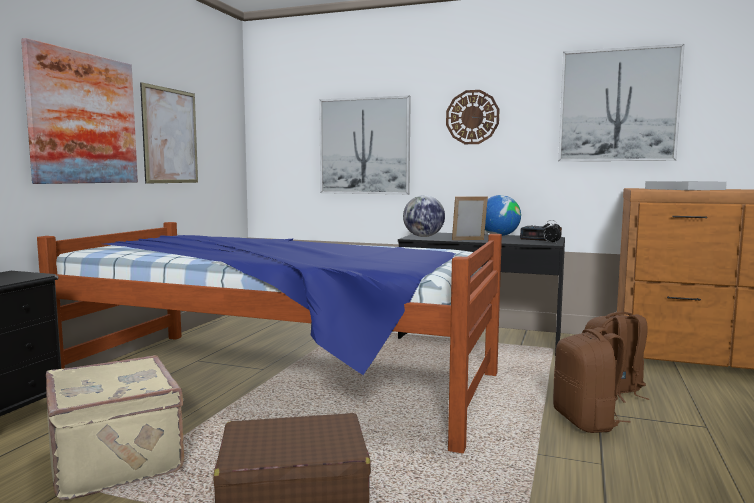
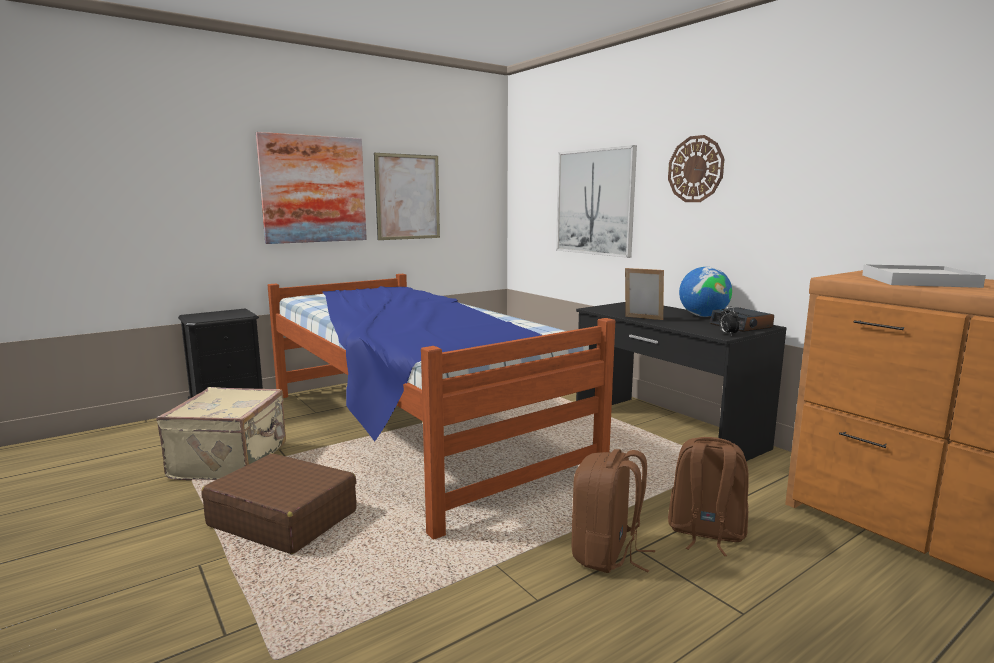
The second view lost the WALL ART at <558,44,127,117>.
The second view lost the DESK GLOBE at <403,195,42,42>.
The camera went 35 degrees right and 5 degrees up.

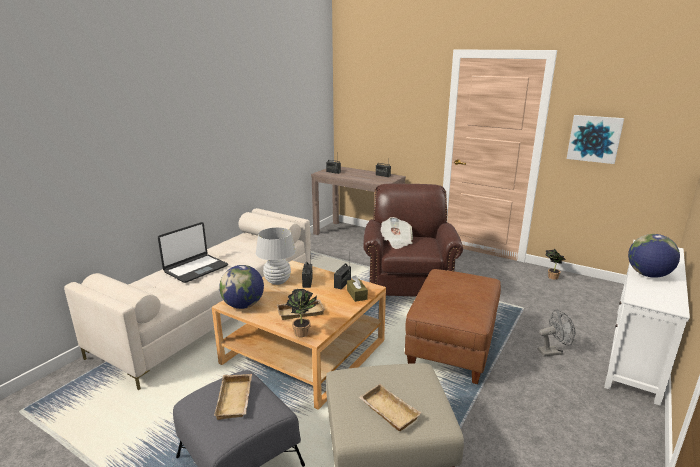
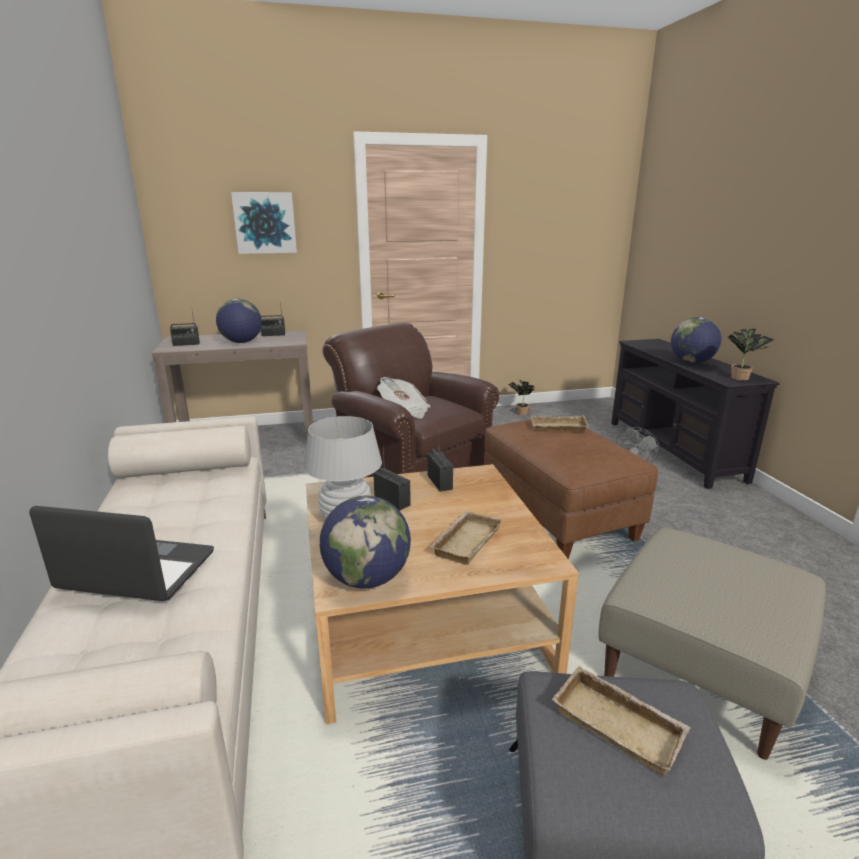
The WALL ART ended up elsewhere, having gone from <567,115,57,49> to <231,192,66,62>.
The PORTABLE COMPUTER at <158,222,70,61> ended up facing another way, 75 degrees counterclockwise from before.
What was the WHITE TV STAND at <604,240,86,166> turned into the BLACK-COLOURED TV STAND at <611,339,168,150>.
The second view lost the BROWN-COLOURED BOX OF TISSUES at <347,275,21,27>.
The POTTED PLANT ended up elsewhere, having gone from <286,289,33,48> to <728,329,46,52>.
The SAND-COLOURED SERVING TRAY ended up elsewhere, having gone from <359,384,62,47> to <531,415,58,17>.
The second view gained the DESK GLOBE at <216,299,46,44>.
The camera went 45 degrees left and 0 degrees up.

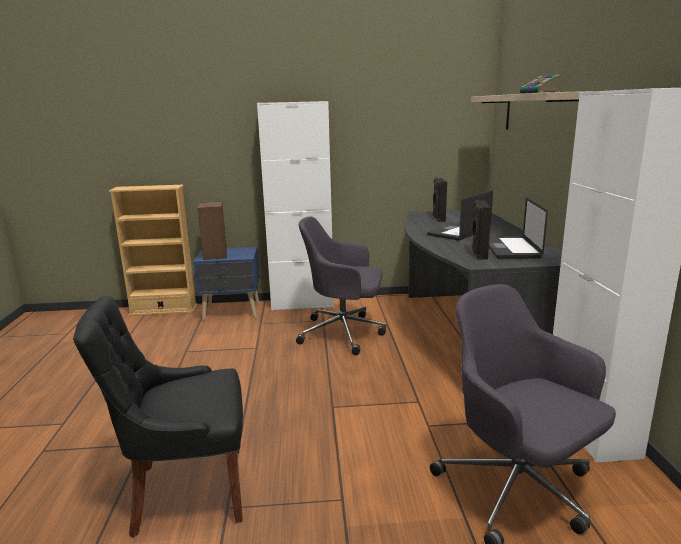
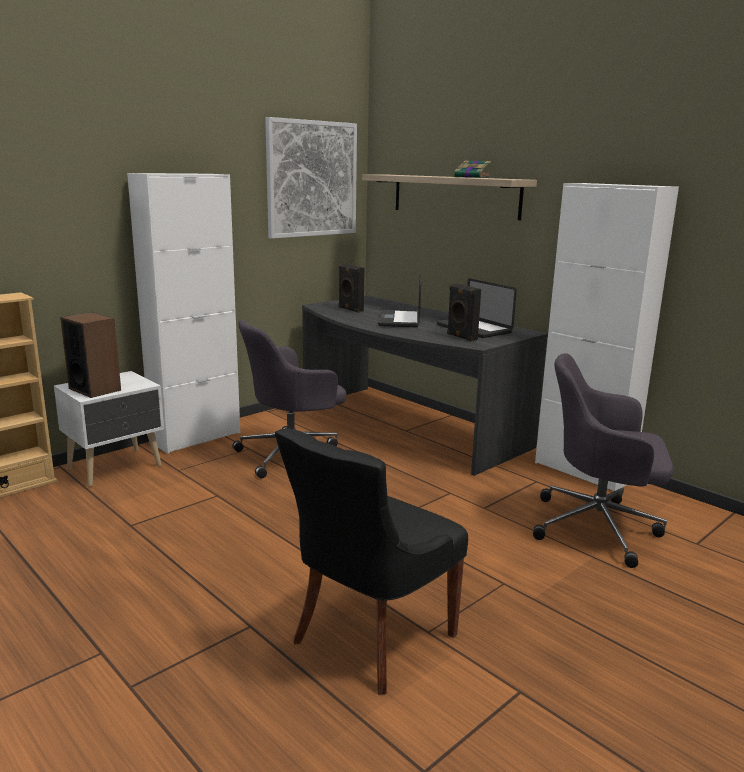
What was the BLUE-COLOURED NIGHTSTAND at <193,247,67,74> turned into the WHITE NIGHTSTAND at <54,371,110,116>.
The second view gained the WALL ART at <265,117,92,122>.
The camera went 40 degrees left and 0 degrees up.

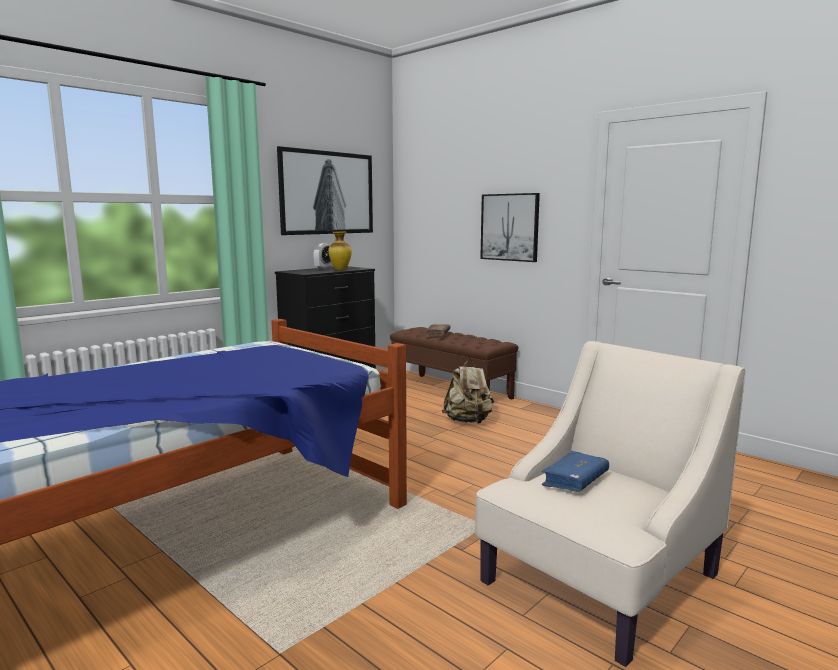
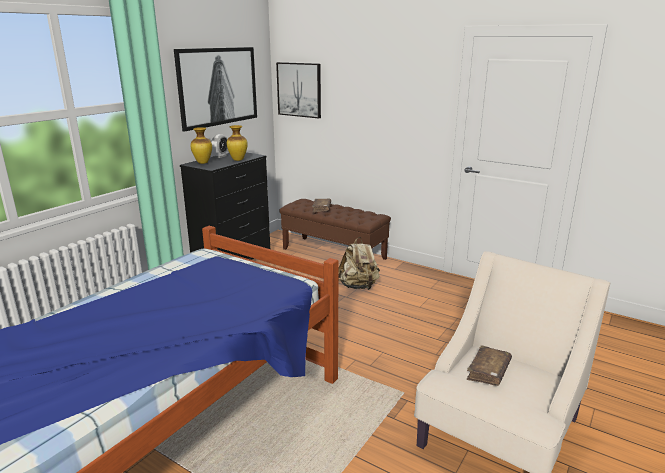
The WALL ART ended up elsewhere, having gone from <480,193,60,69> to <276,62,45,56>.
What was the BLUE-COLOURED BOOK at <541,451,68,41> turned into the BROWN-COLOURED BOOK at <467,345,45,41>.
The second view gained the FLOWER VASE at <190,127,22,37>.
The camera went 10 degrees left and 10 degrees up.

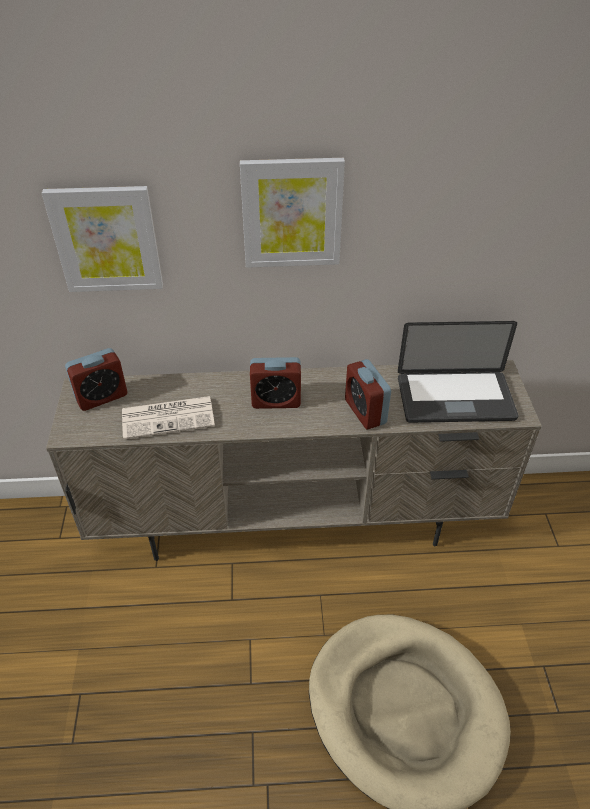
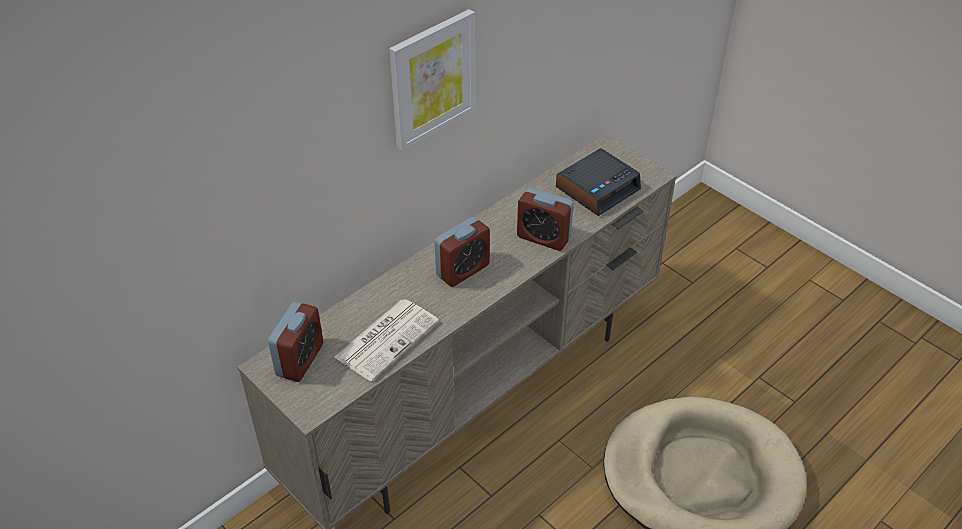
The second view lost the WALL ART at <42,186,121,106>.
Where the PORTABLE COMPUTER stood at <398,321,121,102>, the ALARM CLOCK came to stand at <556,148,85,68>.
The camera went 40 degrees left and 0 degrees up.

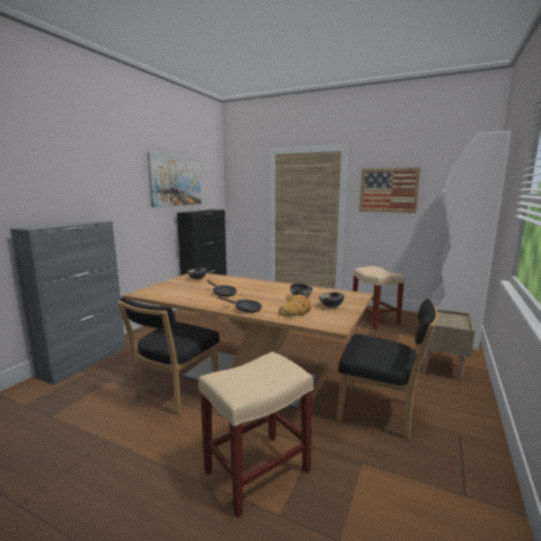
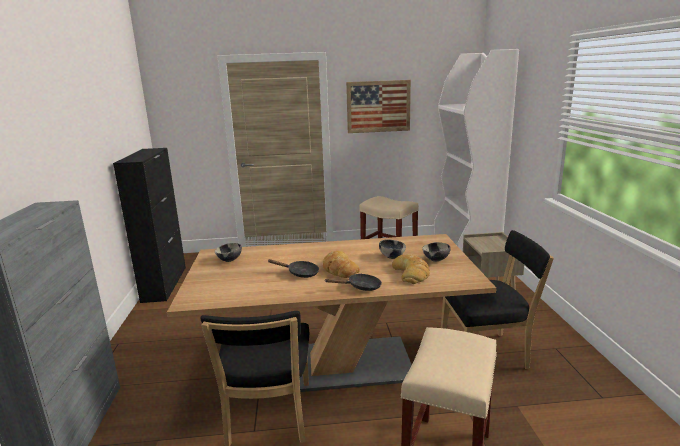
The second view lost the WALL ART at <147,152,54,55>.
The second view gained the BAKED BREAD at <323,251,37,27>.
The camera went 30 degrees left and 5 degrees up.

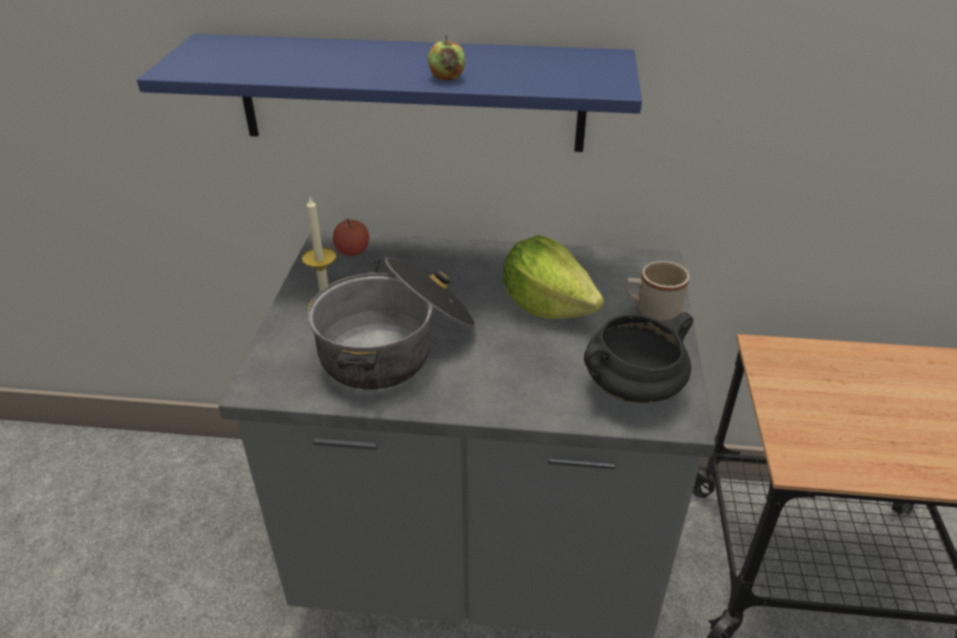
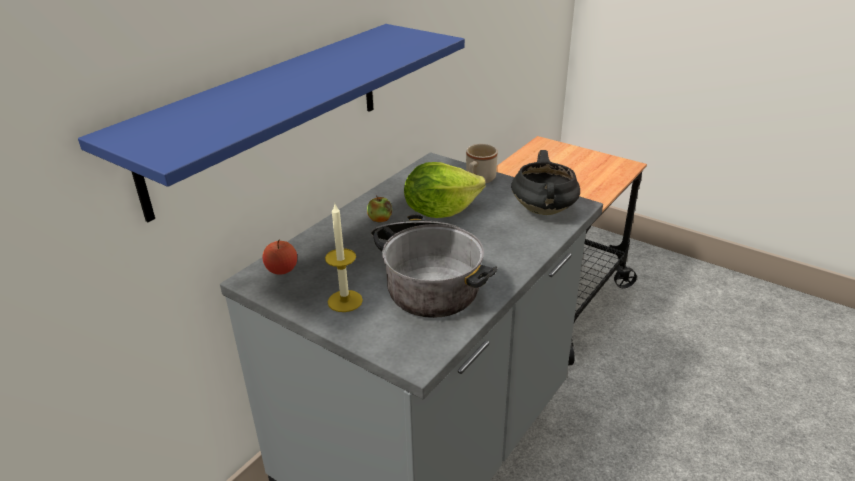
The WHOLE APPLE ended up elsewhere, having gone from <428,36,37,45> to <367,195,25,28>.
The camera went 60 degrees left and 5 degrees down.

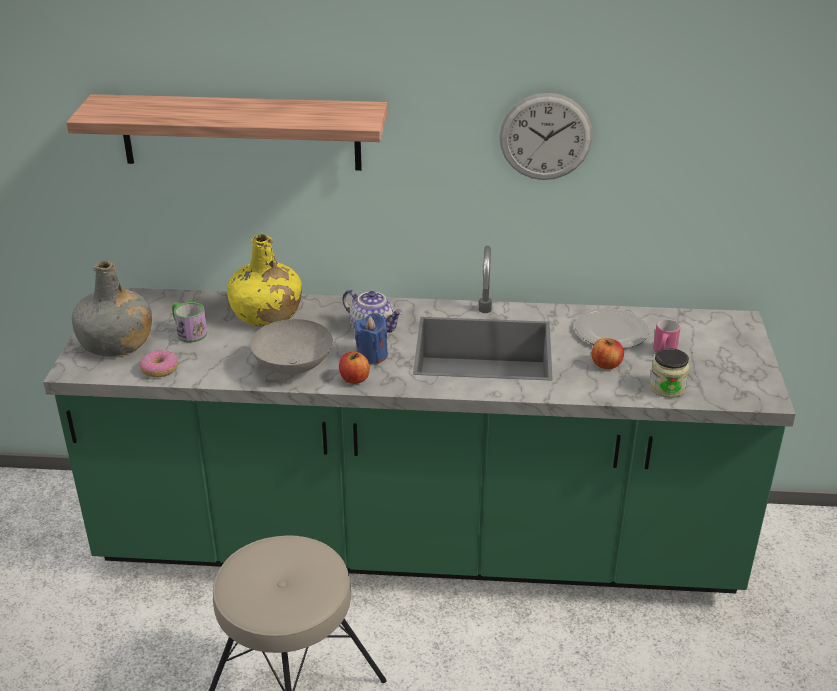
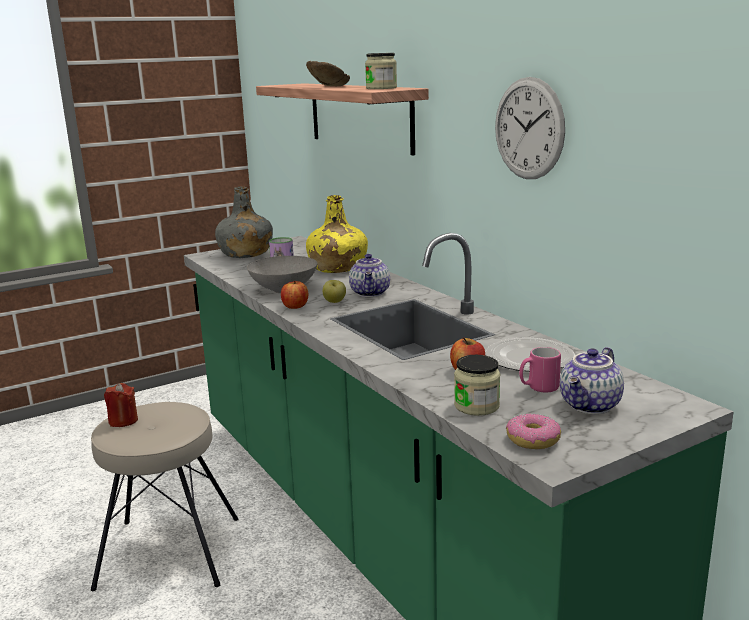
Where the BLUE-COLOURED WAX CANDLE stood at <355,313,33,51>, the WHOLE APPLE came to stand at <323,280,23,23>.
The DOUGHNUT ended up elsewhere, having gone from <140,350,38,27> to <506,413,55,36>.
The second view gained the STORAGE JAR at <365,53,32,36>.
The second view gained the BROWN-COLOURED DEEP DISH at <306,61,44,25>.
The second view gained the TEA POT at <560,347,64,67>.
The second view gained the RED-COLOURED WAX CANDLE at <104,383,34,44>.
The camera went 55 degrees right and 15 degrees down.

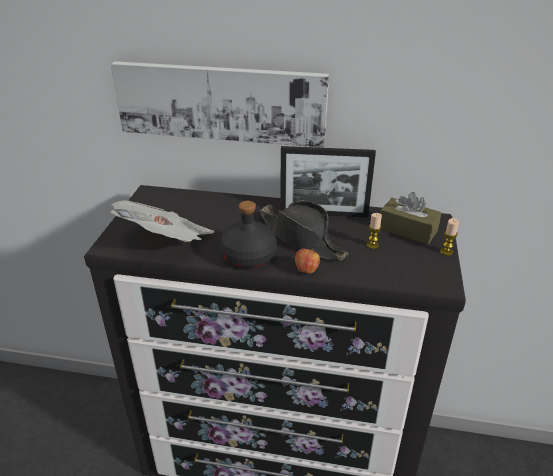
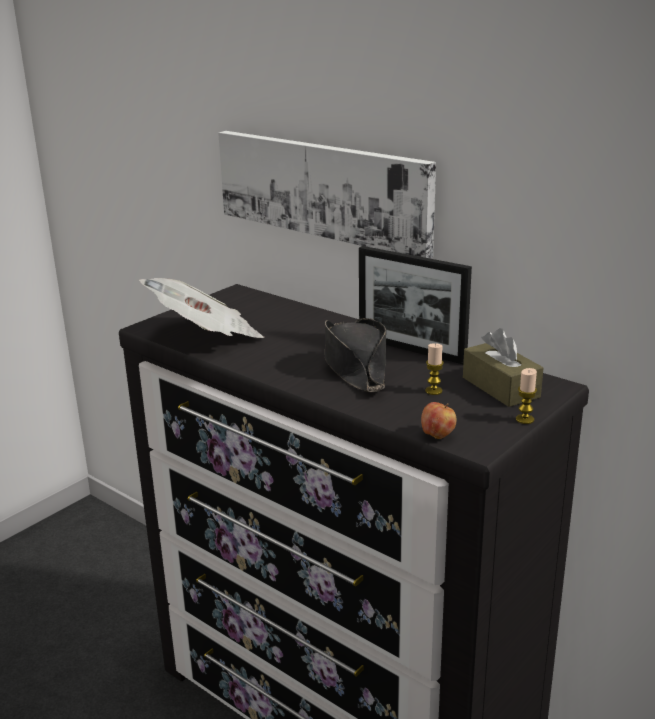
The second view lost the BLACK-COLOURED DRINK BOTTLE at <220,201,57,67>.
The WHOLE APPLE ended up elsewhere, having gone from <295,248,25,26> to <421,402,36,37>.
The camera went 30 degrees right and 10 degrees down.

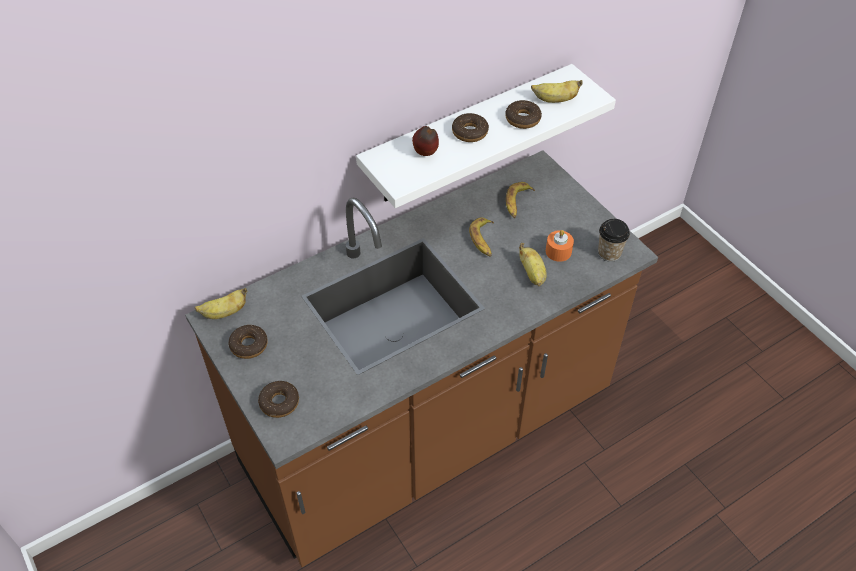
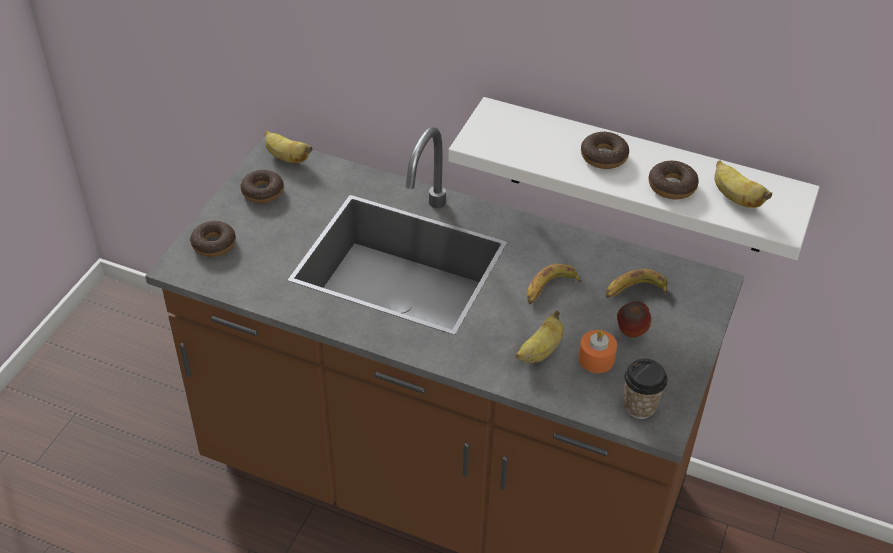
The WHOLE APPLE ended up elsewhere, having gone from <412,126,27,30> to <617,302,34,36>.
The camera went 55 degrees right and 5 degrees down.

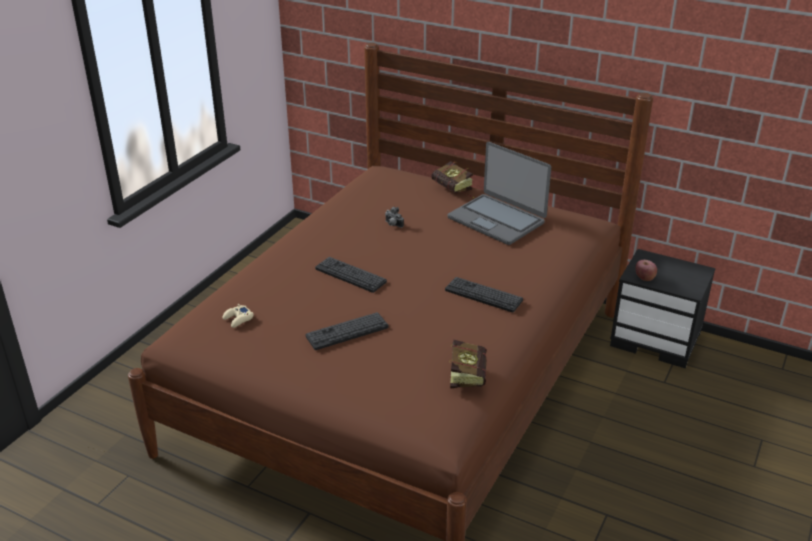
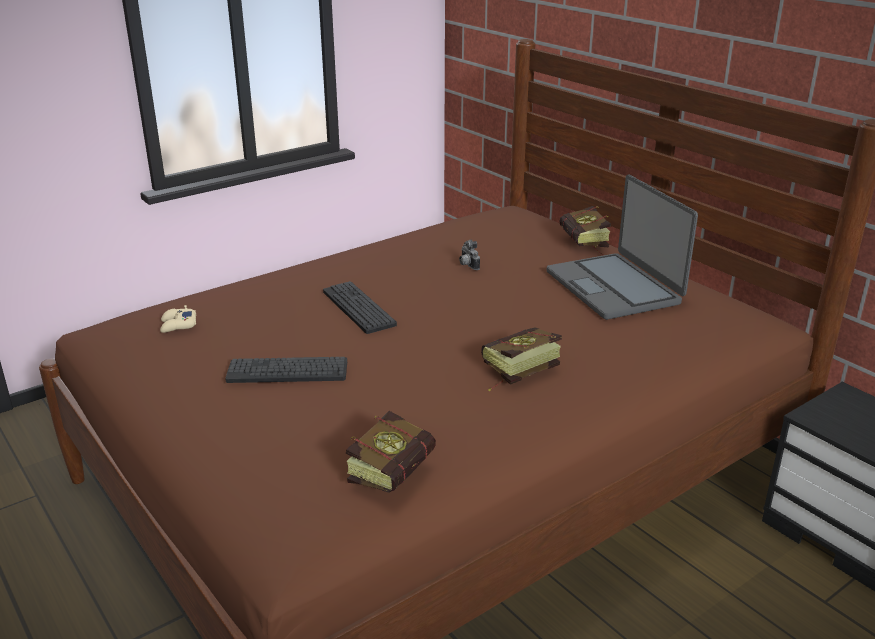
The second view lost the WHOLE APPLE at <636,260,21,21>.
Where the PC KEYBOARD stood at <445,277,78,35>, the BOOK came to stand at <481,327,81,64>.
The camera went 25 degrees right and 5 degrees down.

